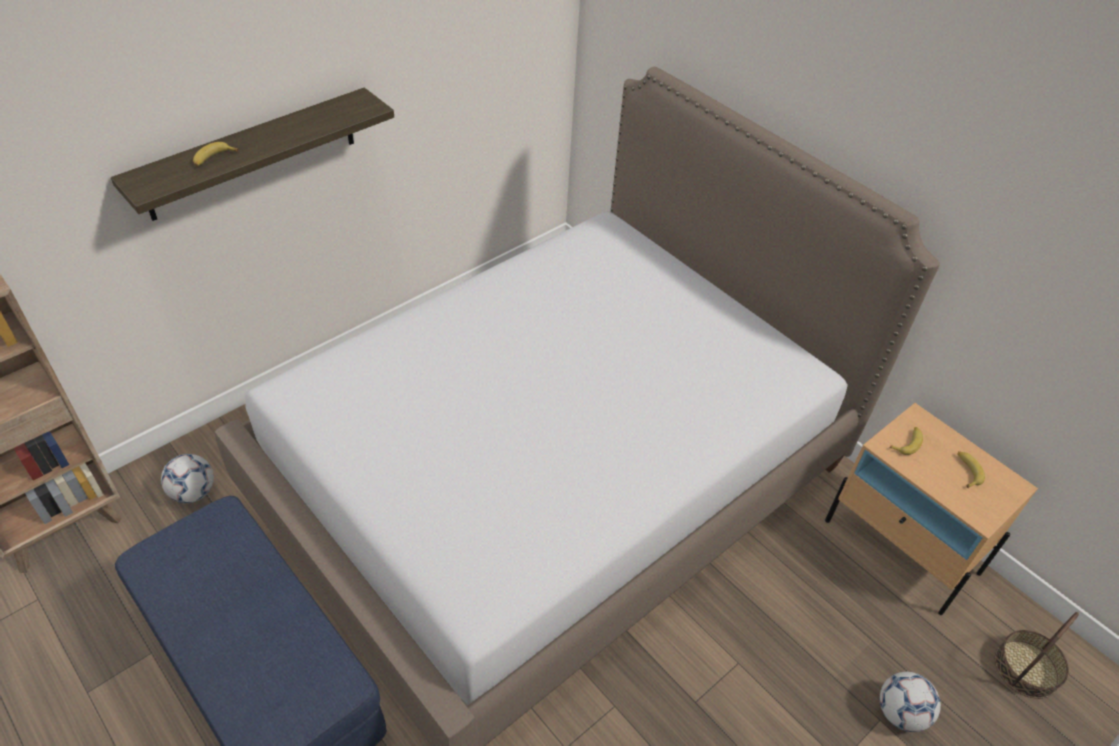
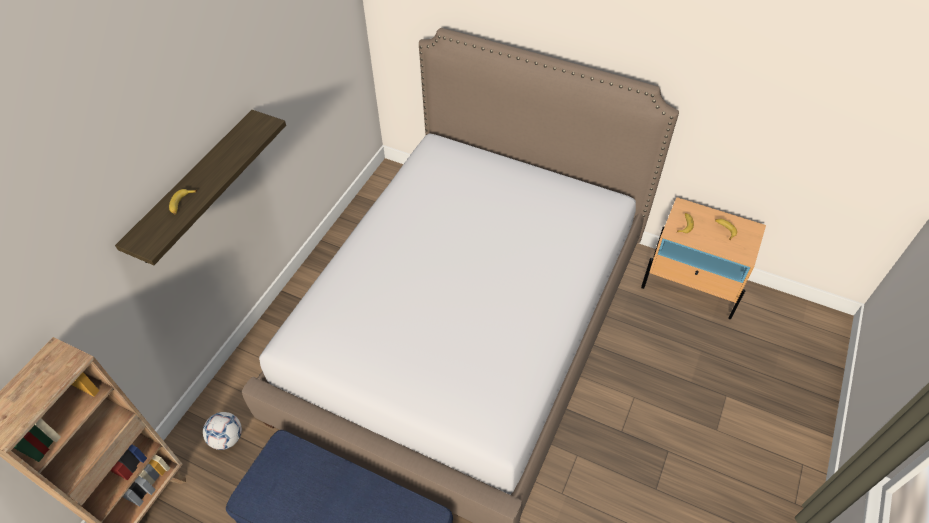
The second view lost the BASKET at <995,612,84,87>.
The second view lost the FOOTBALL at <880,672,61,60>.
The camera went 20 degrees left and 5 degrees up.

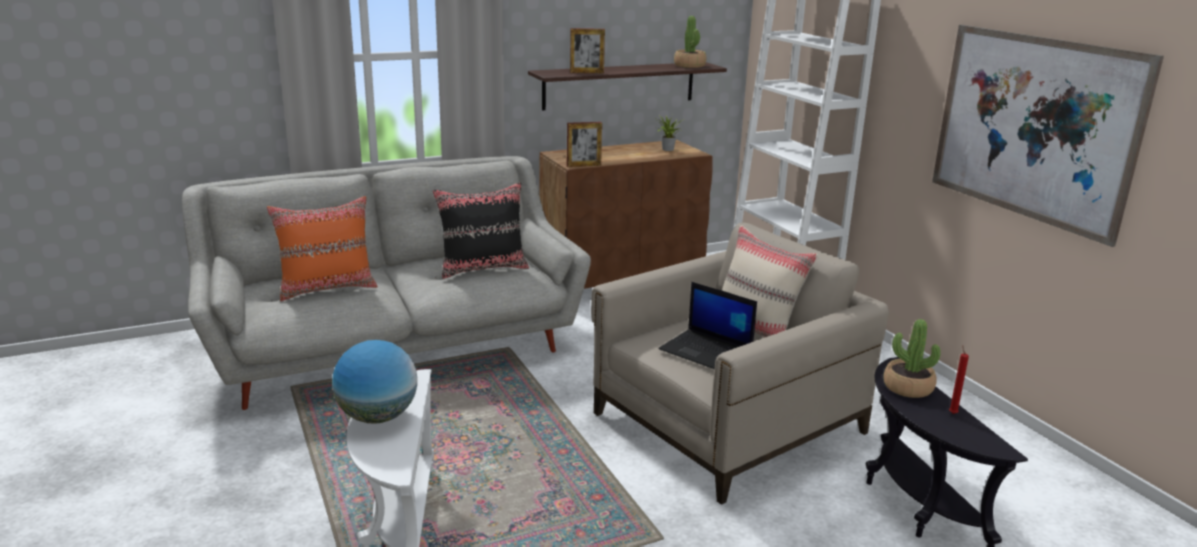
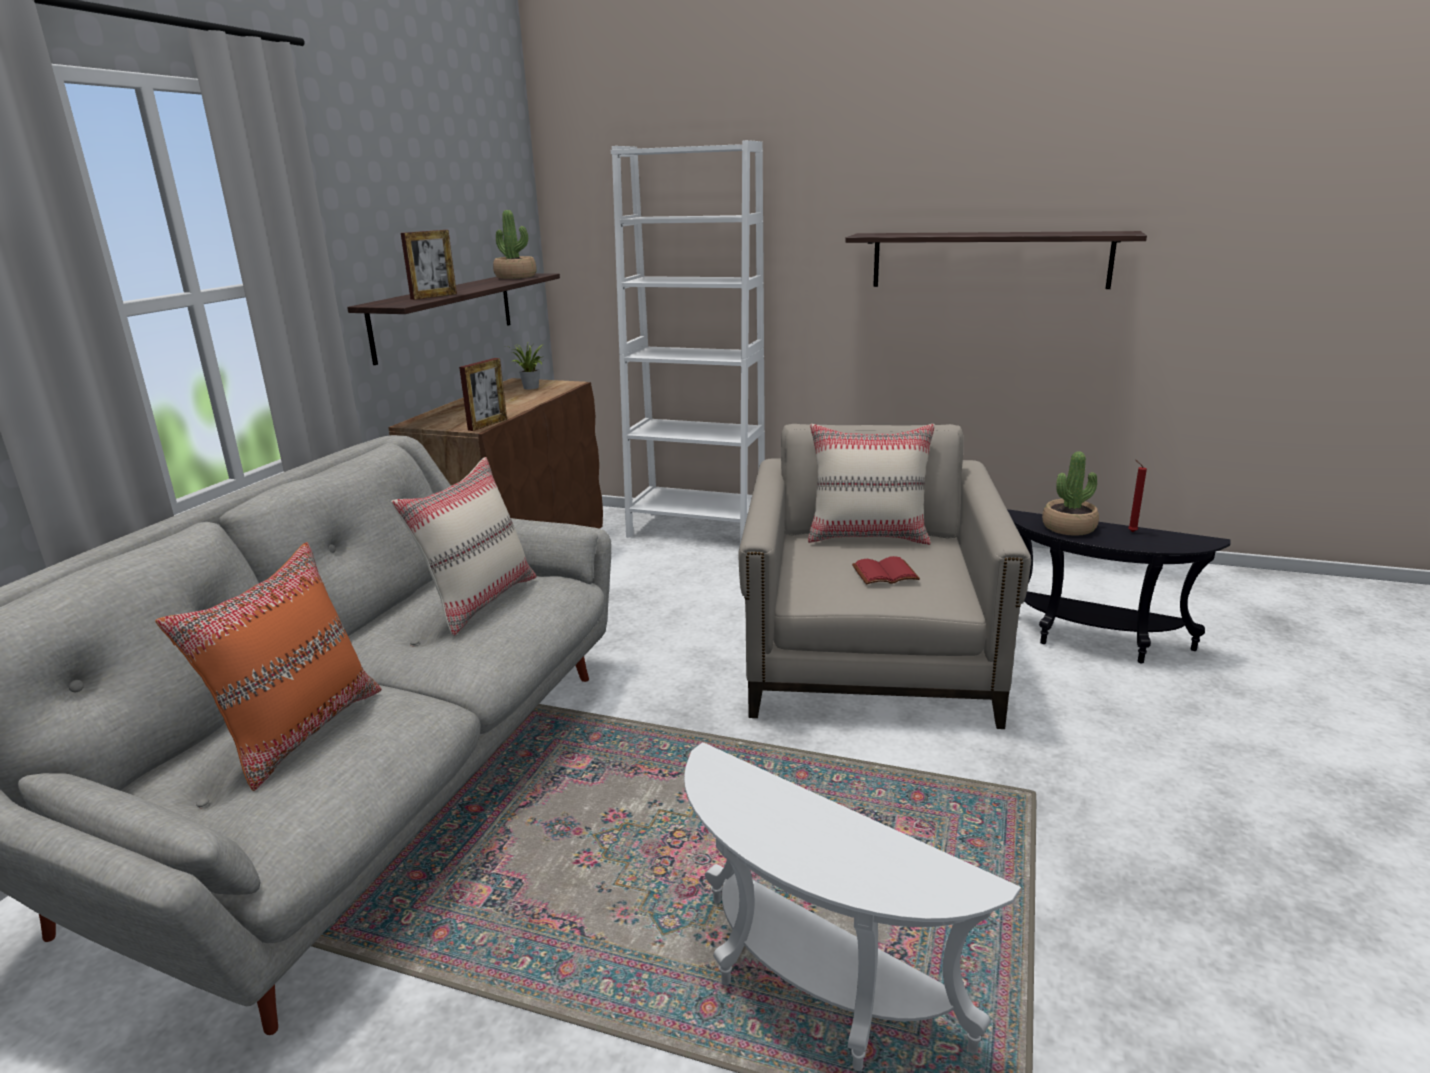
Where the WALL ART hung at <932,25,232,222>, the WALL SHELF came to hang at <845,231,302,58>.
What was the BLACK-COLOURED CUSHION at <433,182,96,97> turned into the SAND-COLOURED CUSHION at <391,457,146,179>.
Where the PORTABLE COMPUTER stood at <659,282,98,87>, the RED-COLOURED BOOK came to stand at <852,556,68,29>.
The second view lost the DESK GLOBE at <332,340,85,84>.
The camera went 45 degrees left and 0 degrees up.

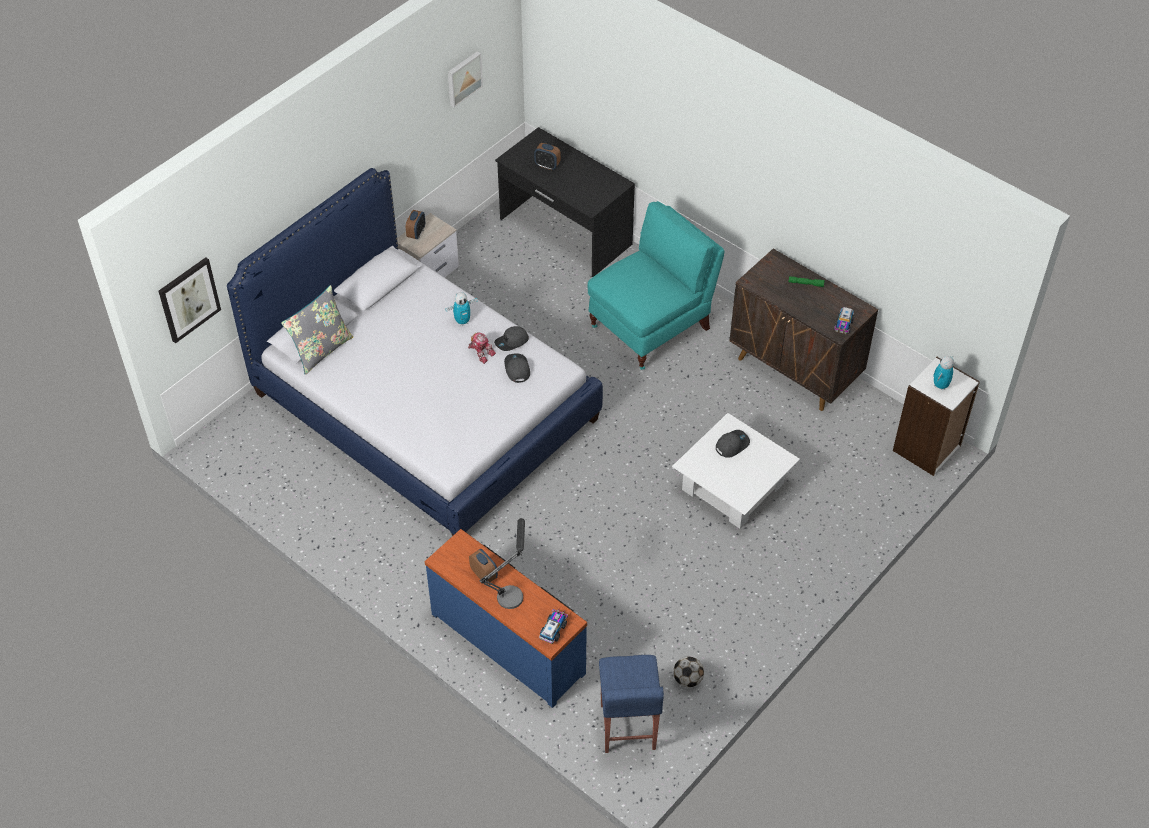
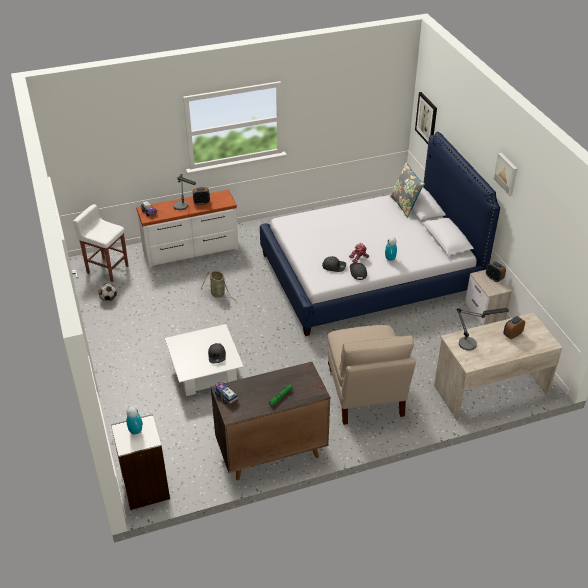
The WALL ART ended up elsewhere, having gone from <448,51,35,56> to <493,153,25,43>.
What was the BLACK-COLOURED DESK at <495,127,140,150> turned into the SAND-COLOURED DESK at <434,313,129,108>.
What was the TURQUOISE-COLOURED PLAIN CHAIR at <588,201,136,169> turned into the SAND-COLOURED PLAIN CHAIR at <328,325,88,100>.
What was the BLUE-COLOURED DRESSER at <425,529,162,179> turned into the WHITE DRESSER at <136,190,103,78>.
What was the BLUE-COLOURED STOOL SEAT at <599,655,65,98> turned into the WHITE STOOL SEAT at <73,204,56,78>.
The second view gained the BASKET at <201,271,36,30>.
The second view gained the TABLE LAMP at <456,308,53,43>.
The camera went 120 degrees right and 10 degrees down.

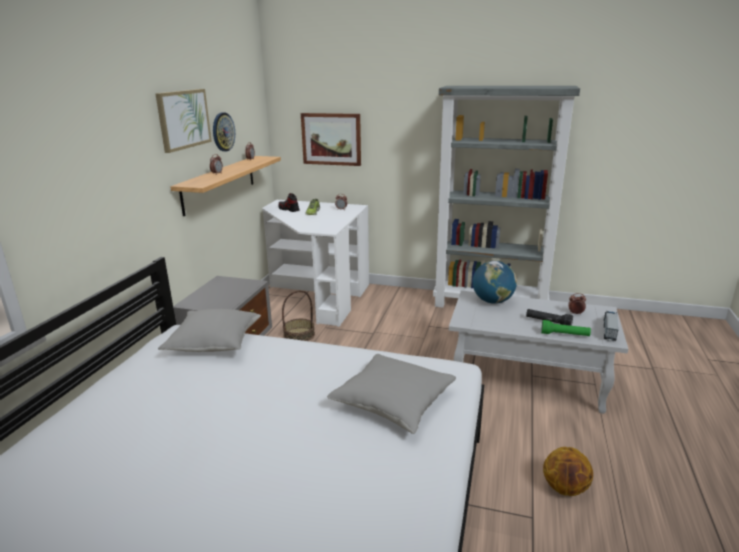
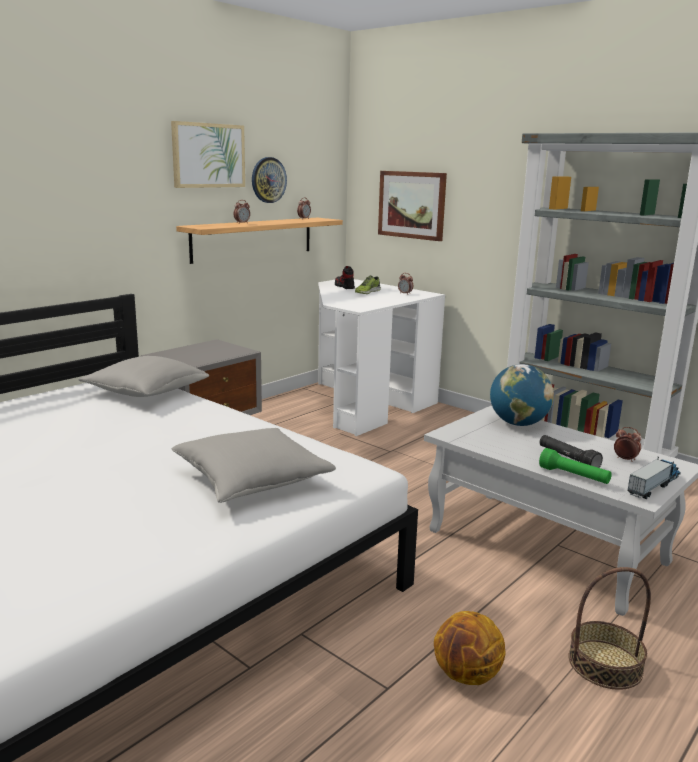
The BASKET ended up elsewhere, having gone from <282,290,33,51> to <568,567,83,123>.
The camera went 25 degrees right and 5 degrees down.

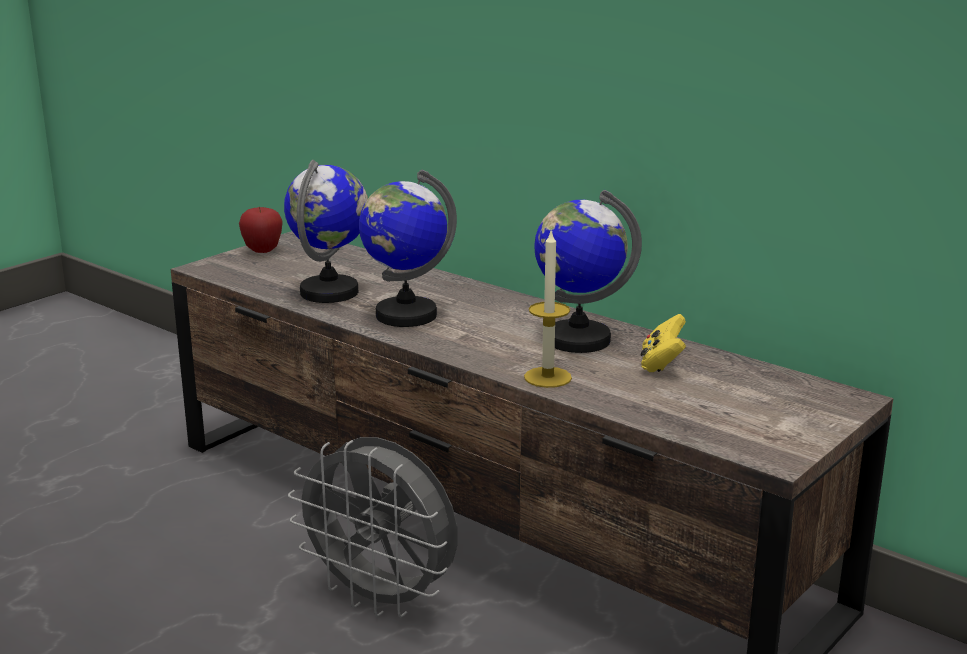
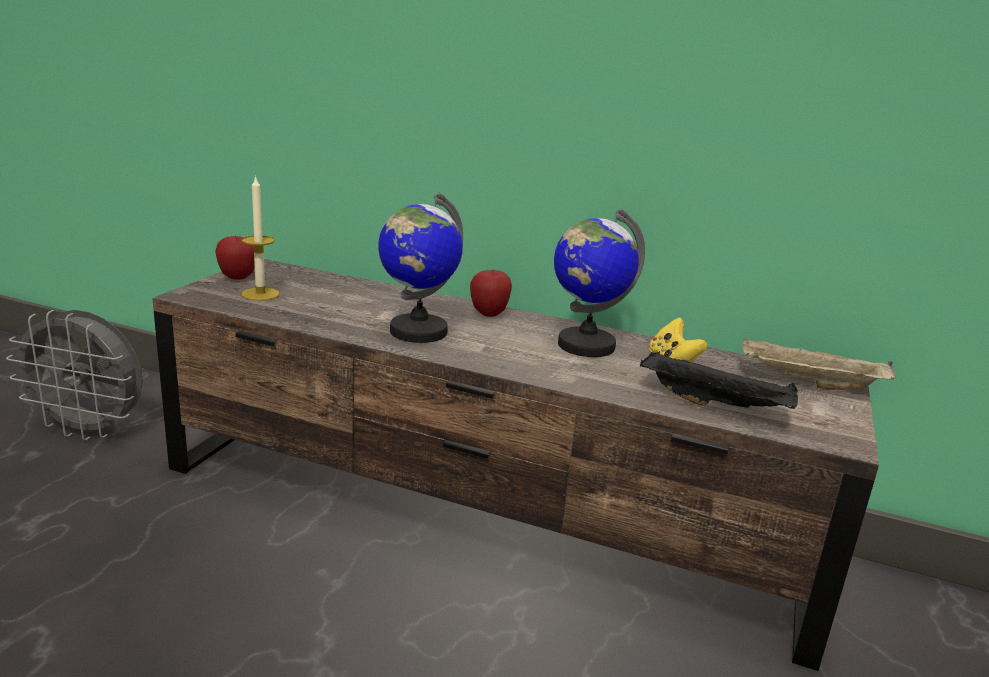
The second view lost the DESK GLOBE at <284,159,84,144>.
The WAX CANDLE ended up elsewhere, having gone from <524,231,48,157> to <242,175,38,126>.
The GRAY COOLING FAN ended up elsewhere, having gone from <288,437,170,181> to <6,310,137,131>.
The second view gained the WHOLE APPLE at <470,270,42,47>.
The second view gained the SAND-COLOURED SERVING TRAY at <743,337,153,53>.
The second view gained the BLACK-COLOURED SERVING TRAY at <640,351,158,58>.
The camera went 20 degrees left and 0 degrees up.

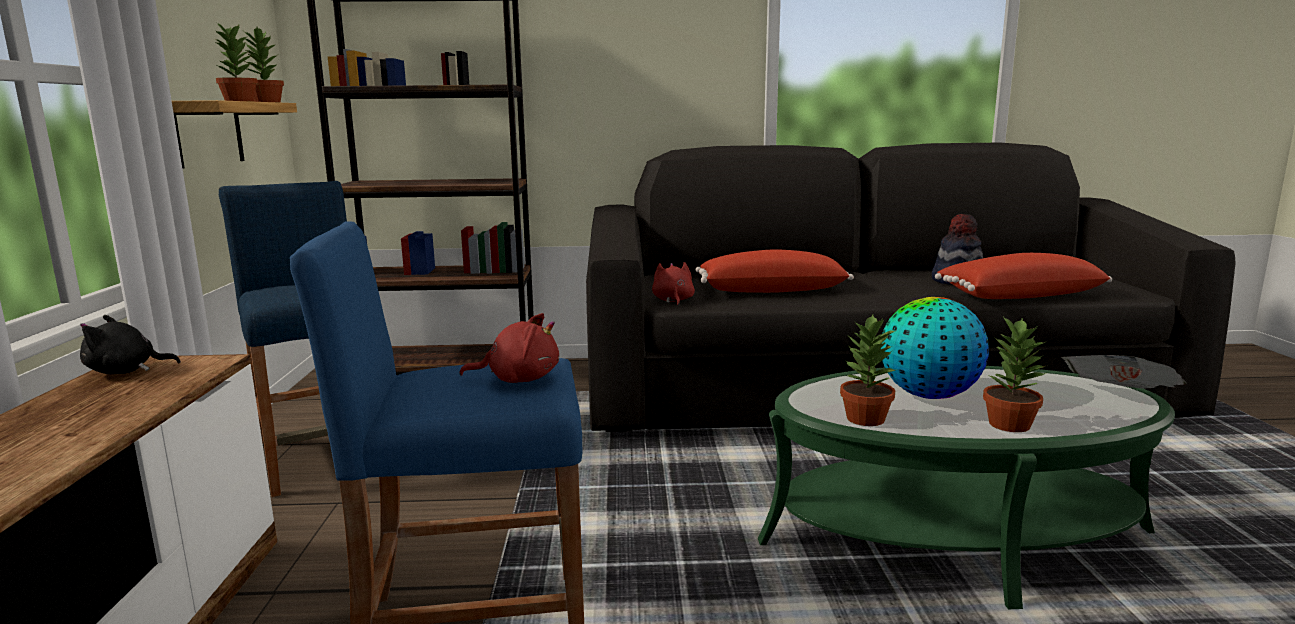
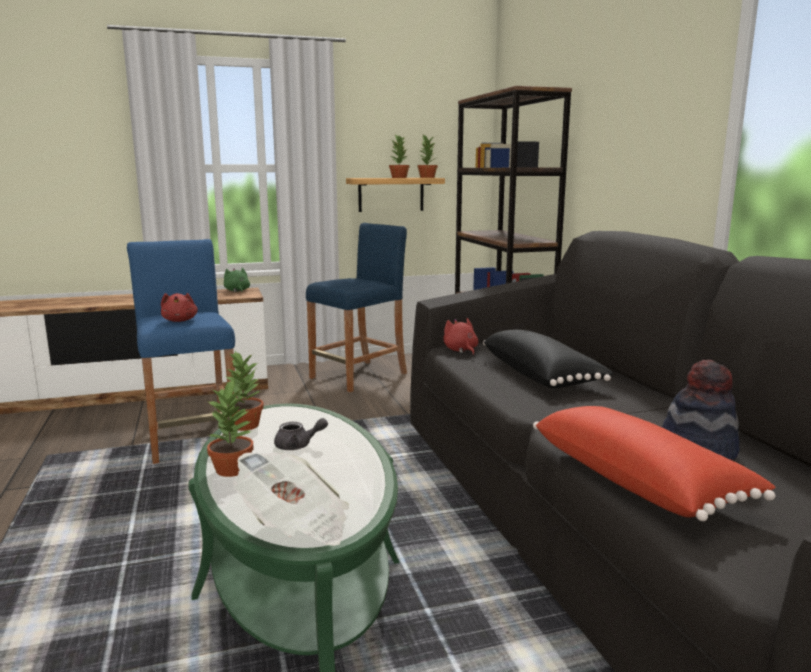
What was the RED-COLOURED CUSHION at <696,250,158,43> turned into the BLACK-COLOURED CUSHION at <483,330,130,58>.
The RED-COLOURED PLUSH TOY at <652,262,43,44> ended up facing another way, 90 degrees counterclockwise from before.
Where the DESK GLOBE stood at <880,297,109,102>, the GRAY TEA POT came to stand at <274,418,54,32>.
What was the BLACK-COLOURED PLUSH TOY at <80,315,101,59> turned into the GREENISH PLUSH TOY at <224,267,26,25>.
The camera went 75 degrees right and 0 degrees up.

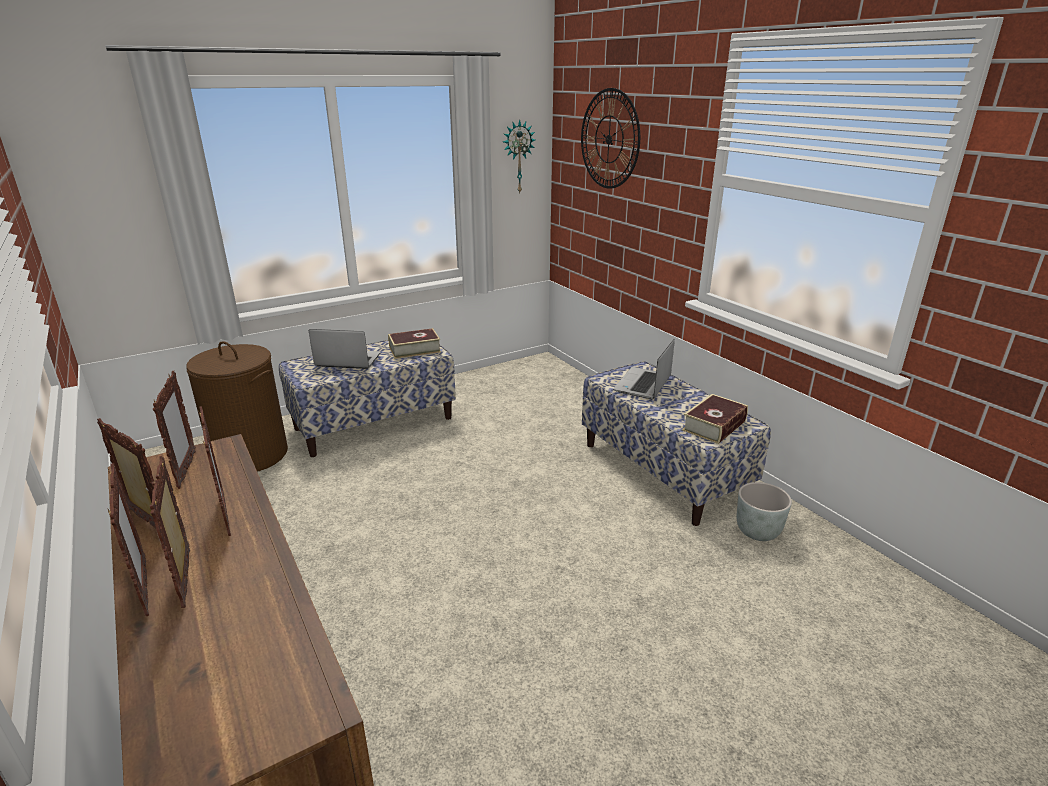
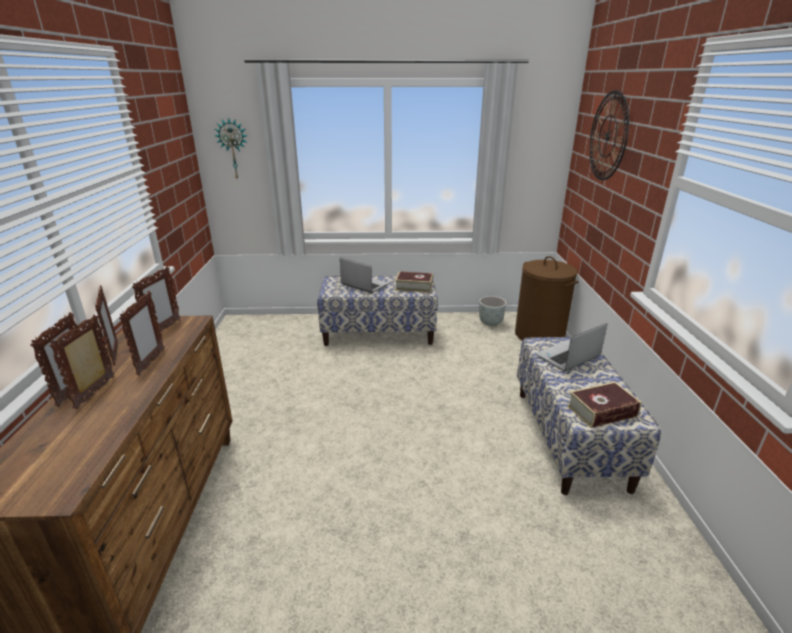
The WALL CLOCK ended up elsewhere, having gone from <503,120,32,74> to <215,118,32,62>.
The BROWN-COLOURED LAUNDRY BASKET ended up elsewhere, having gone from <186,341,102,131> to <515,256,64,85>.
The GRAY FLOWER POT ended up elsewhere, having gone from <736,482,56,59> to <479,296,28,30>.
The camera went 30 degrees right and 0 degrees up.

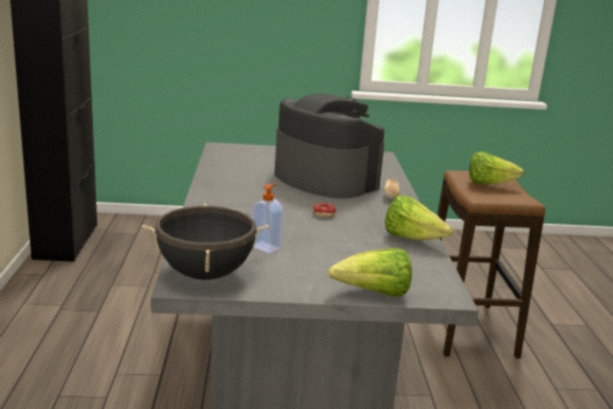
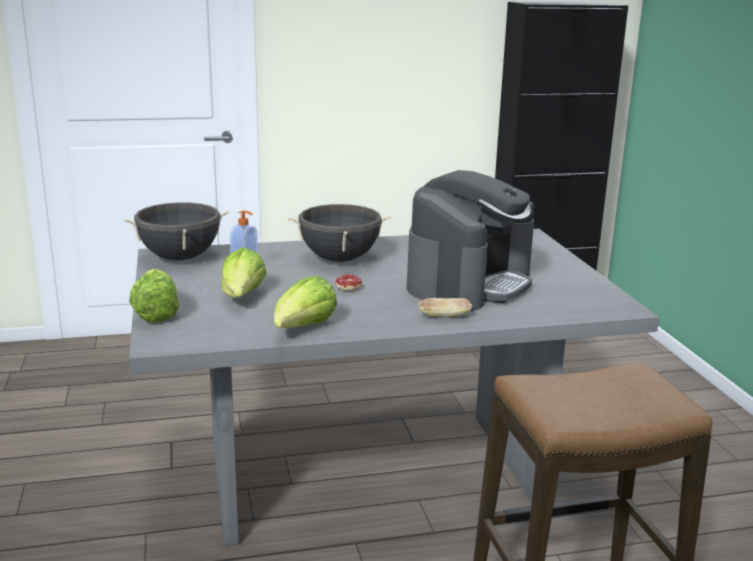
The LETTUCE ended up elsewhere, having gone from <469,152,55,32> to <221,247,46,51>.
The second view gained the BLACK-COLOURED STOCKPOT at <288,203,103,59>.
The camera went 80 degrees right and 0 degrees up.

